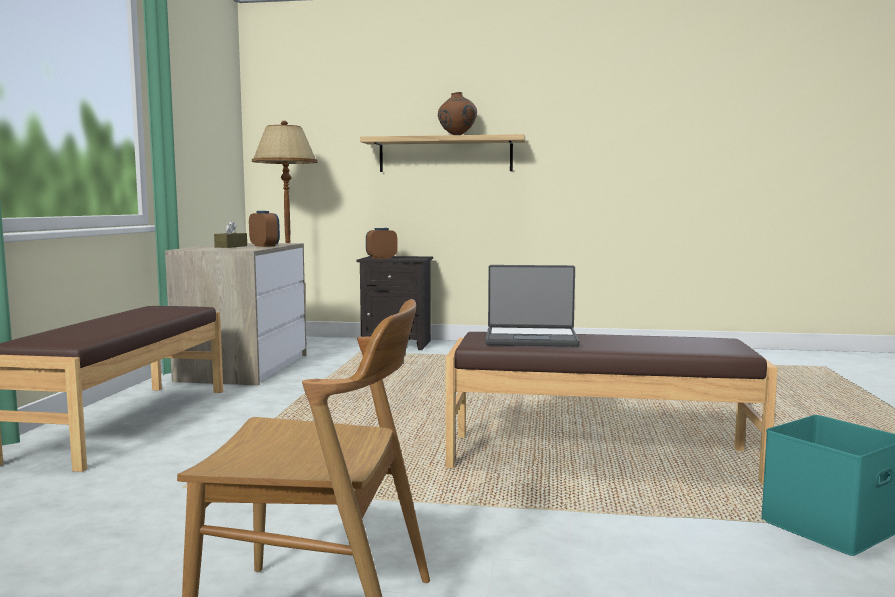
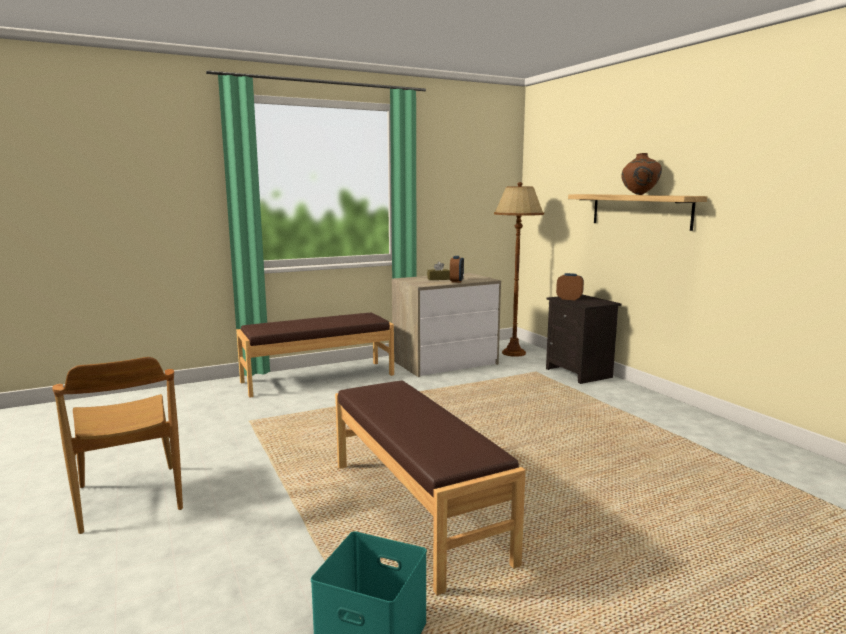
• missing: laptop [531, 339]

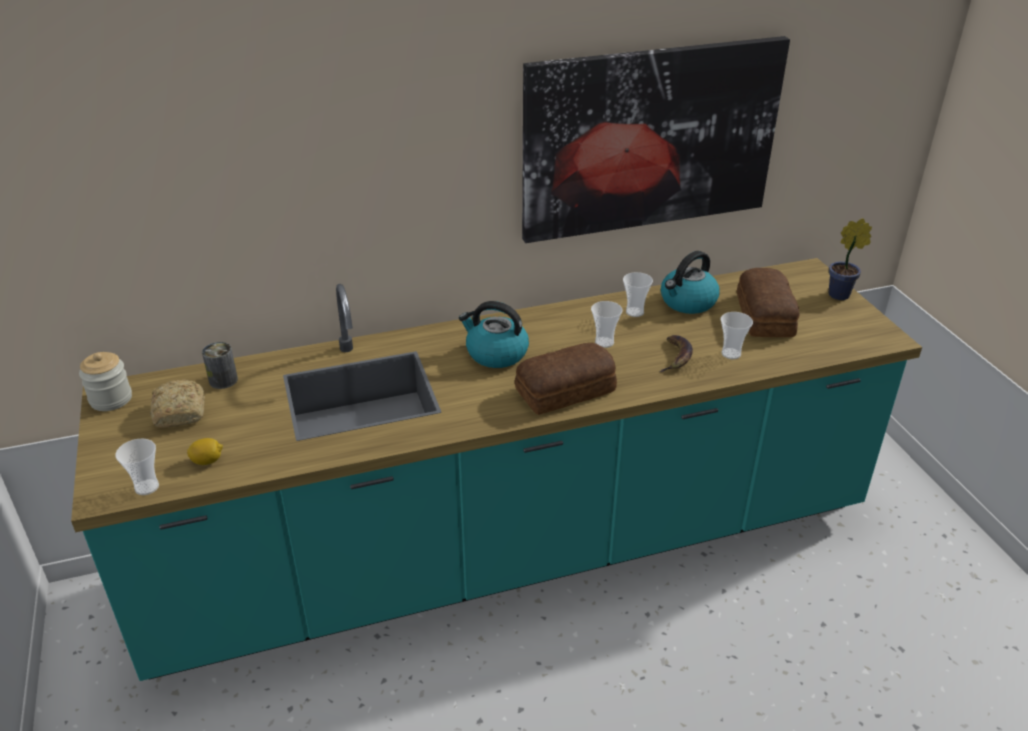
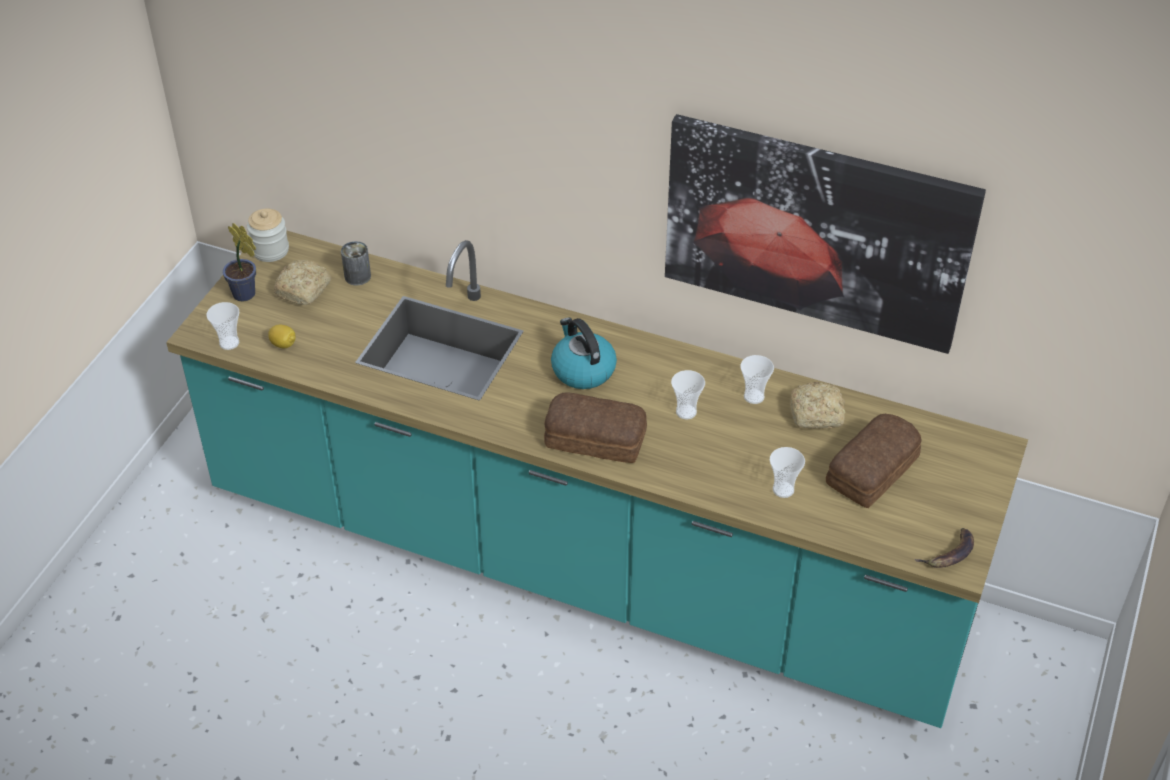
• relocated: potted plant [841, 295] to [246, 295]
• exchanged: kettle [687, 302] to bread [818, 414]
• relocated: banana [676, 357] to [949, 554]

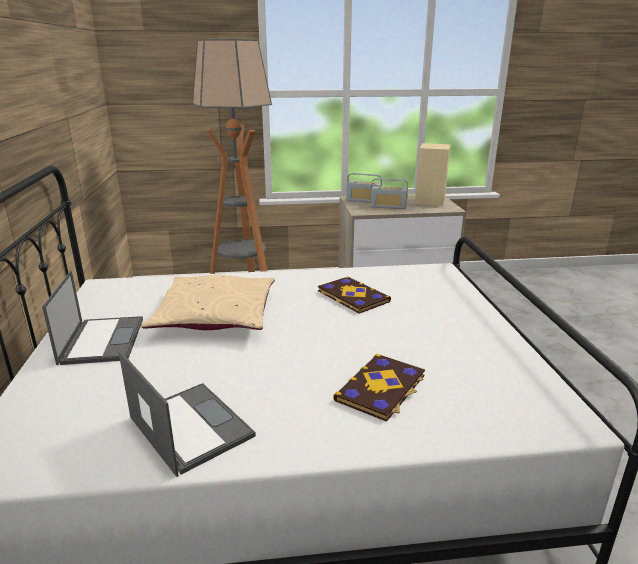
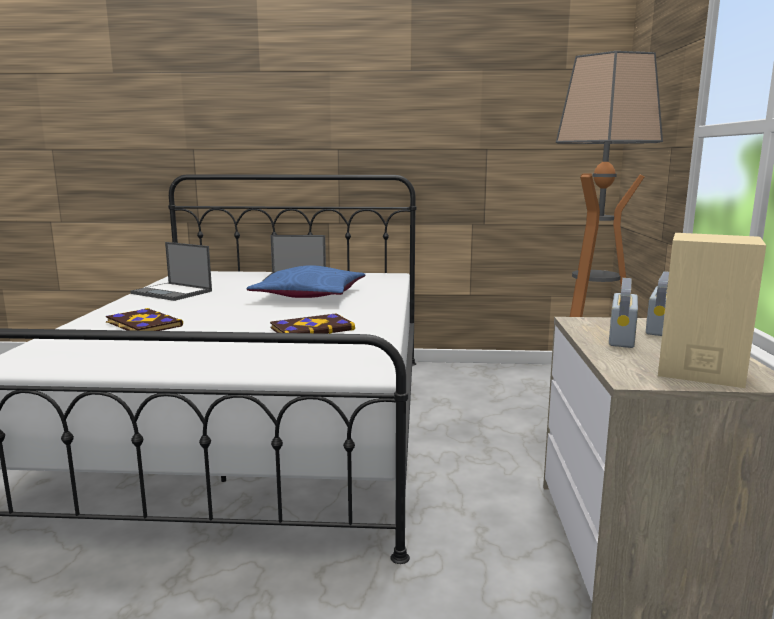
• colour: beige pillow [215, 316] to blue pillow [309, 295]
• spun: laptop [189, 426] = [173, 292] 60 degrees clockwise

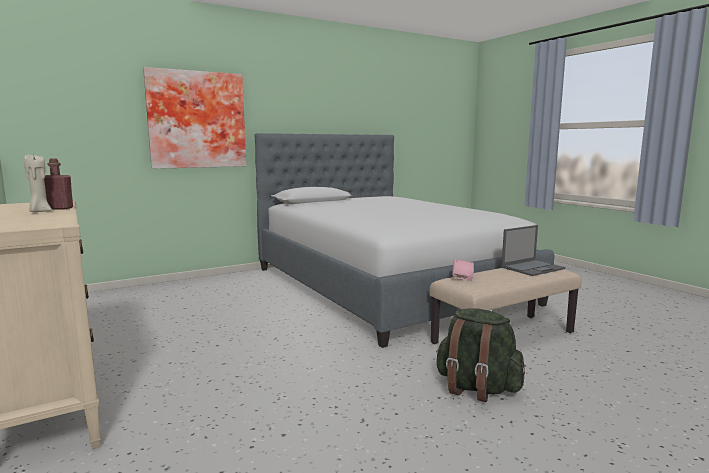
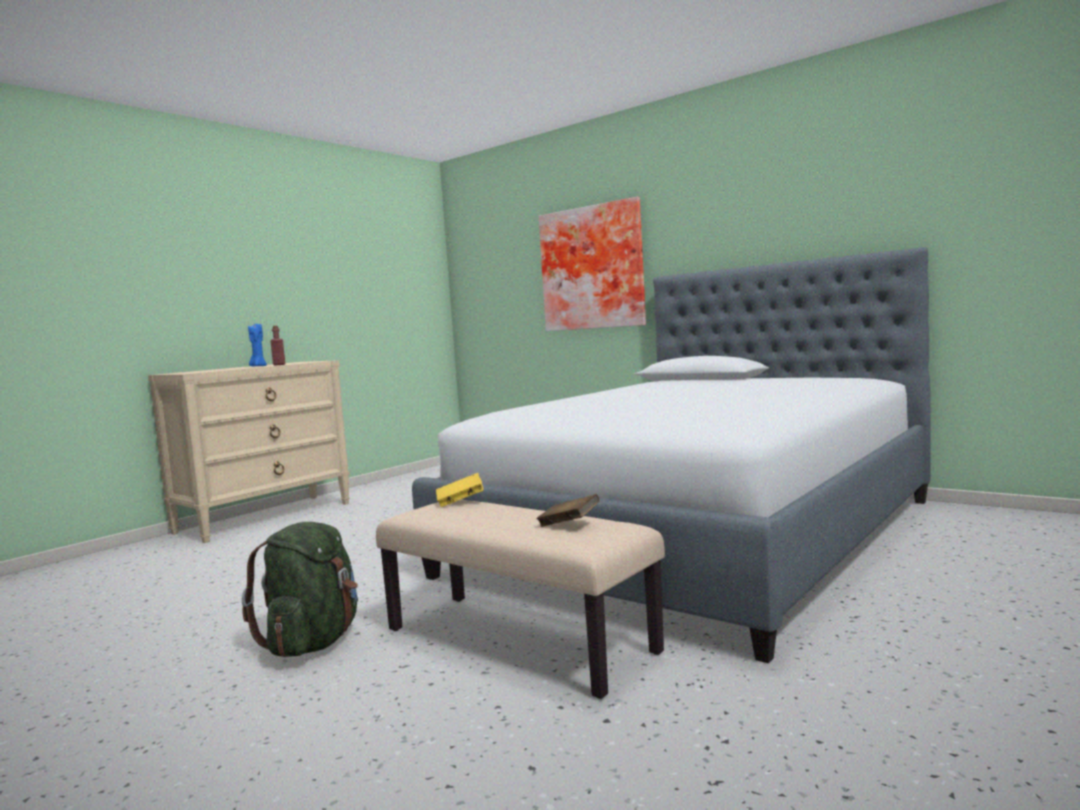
• colour: beige candle [40, 212] to blue candle [258, 366]
• exchanged: laptop [533, 268] to brown book [569, 525]
• colour: pink book [462, 277] to yellow book [460, 502]

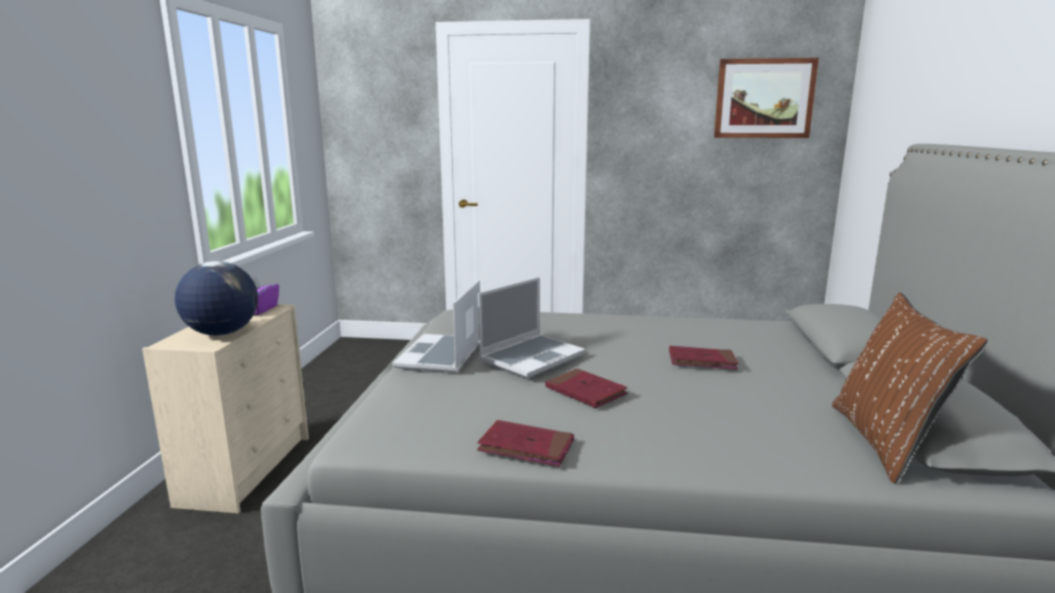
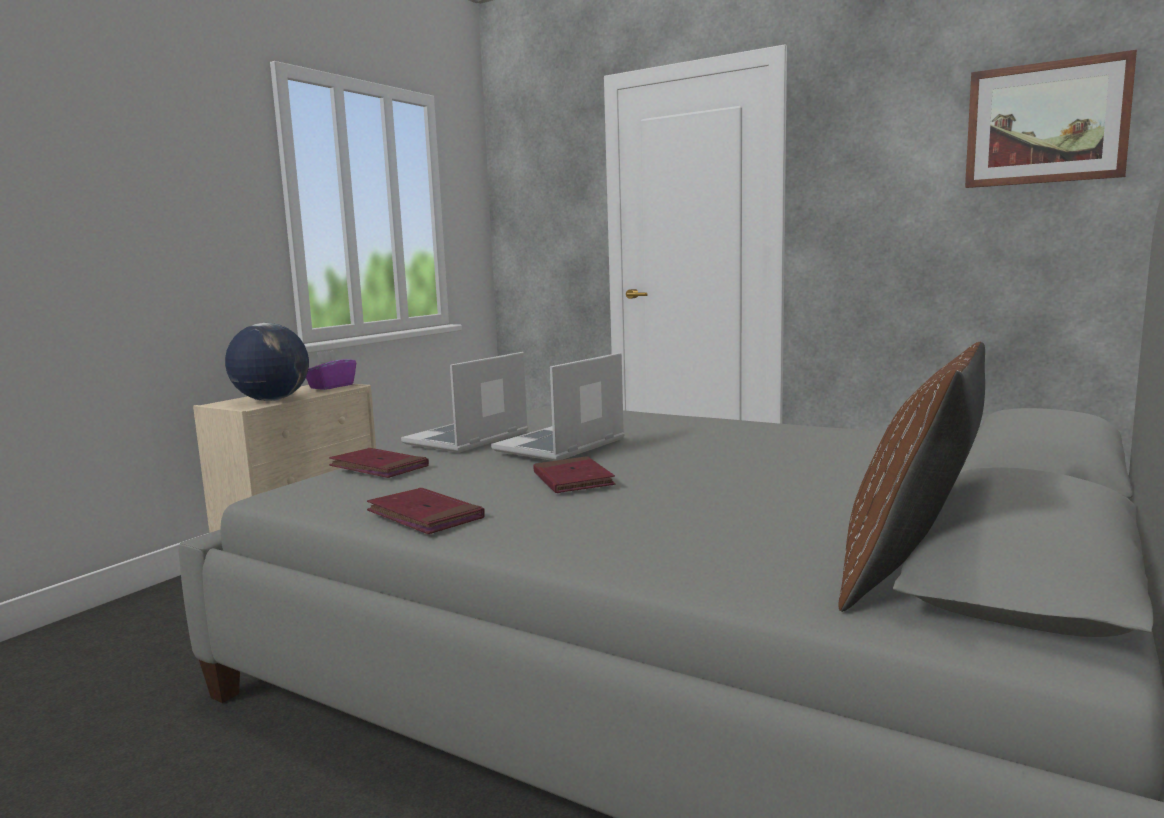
• spun: laptop [532, 357] = [560, 446] 150 degrees clockwise
• relocated: red book [702, 361] to [379, 467]

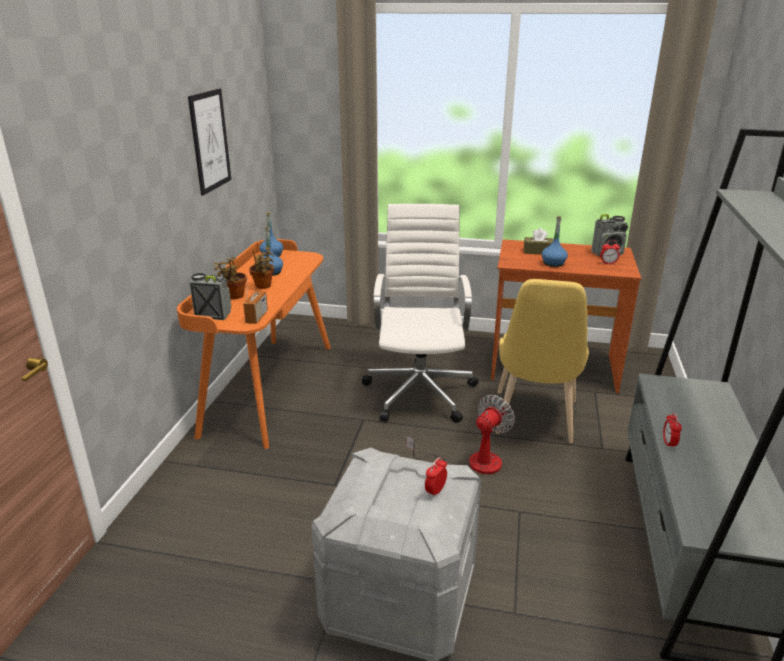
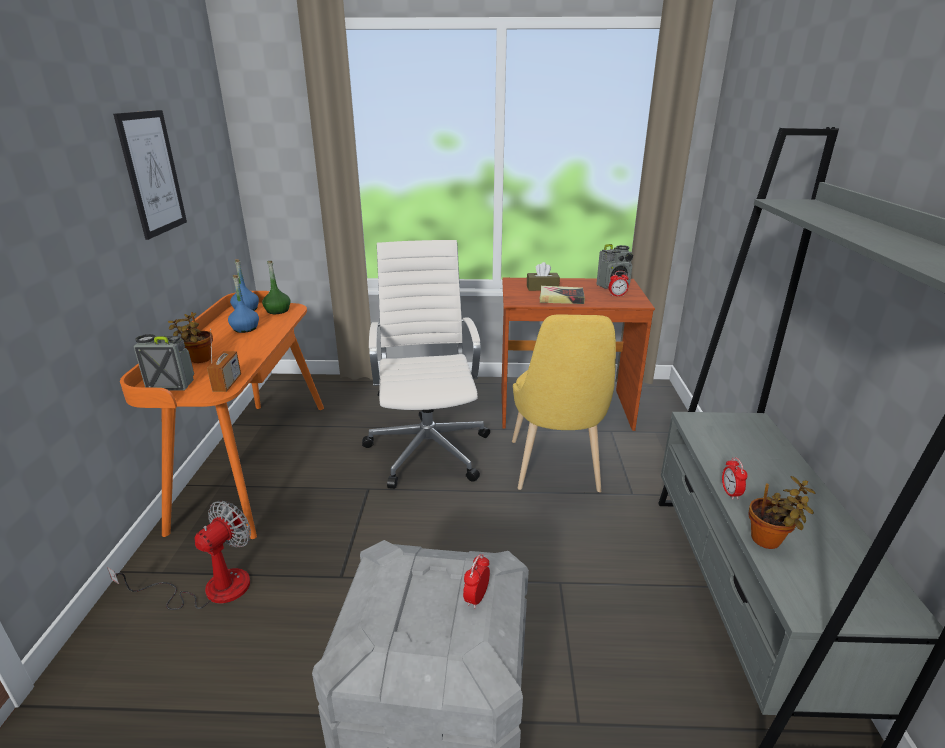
• exchanged: blue bottle [553, 263] to book [561, 298]
• relocated: potted plant [263, 286] to [769, 541]
• relocated: fan [472, 463] to [211, 588]
• appeared: green bottle [277, 311]

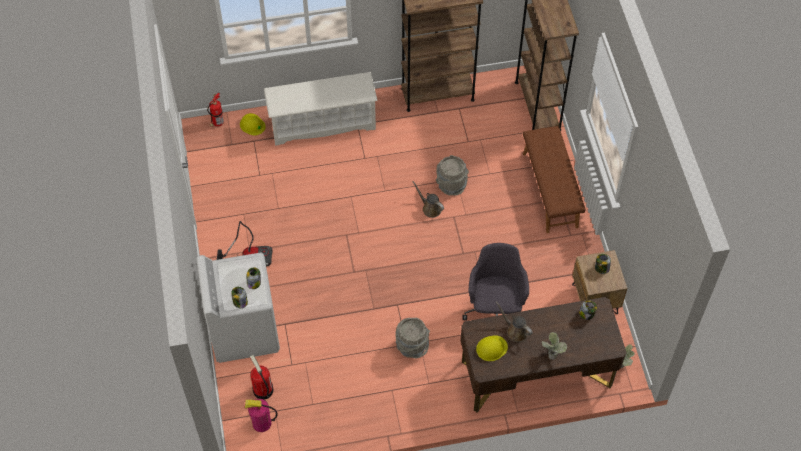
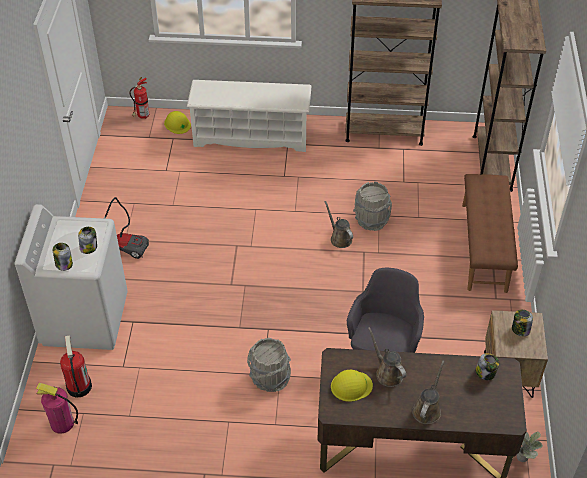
• exchanged: potted plant [552, 353] to brown watering can [427, 409]

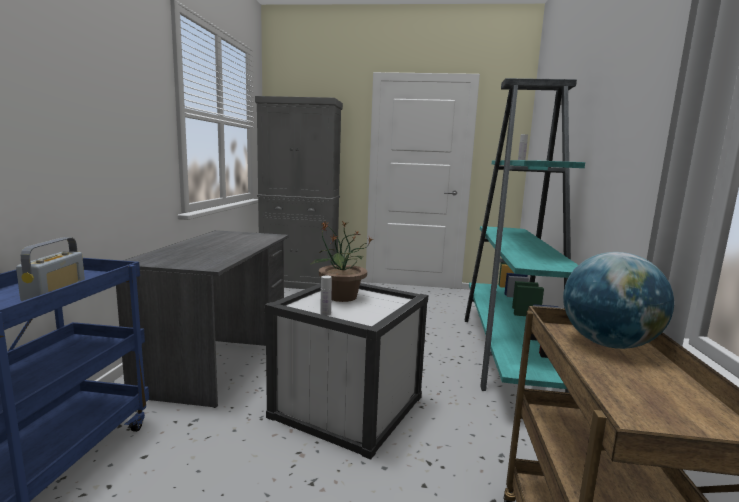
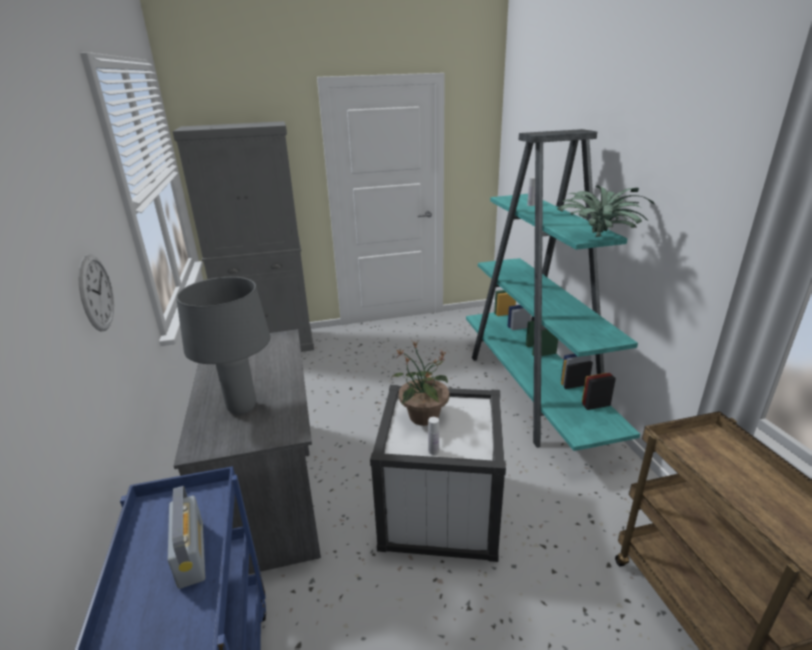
• missing: globe [608, 344]
• appeared: potted plant [600, 238]
• appeared: wall clock [96, 293]
• appeared: grey table lamp [242, 407]

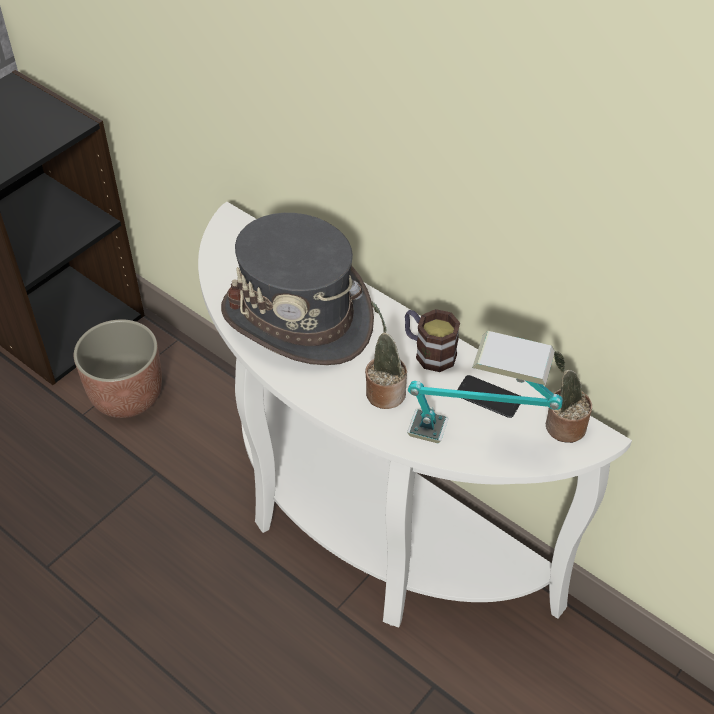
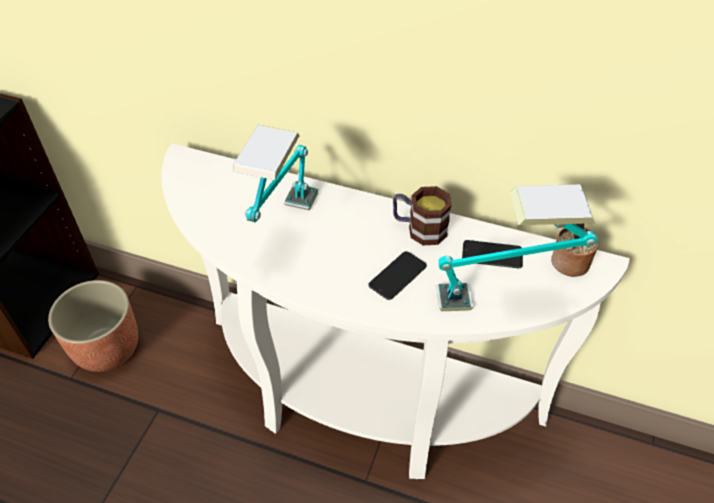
• exchanged: grey hat [298, 317] to table lamp [286, 230]
• exchanged: potted plant [384, 391] to phone [397, 276]

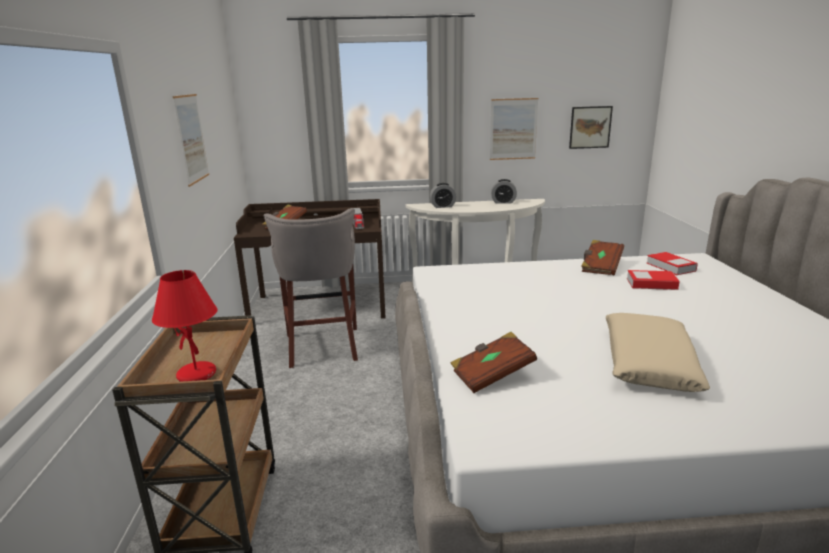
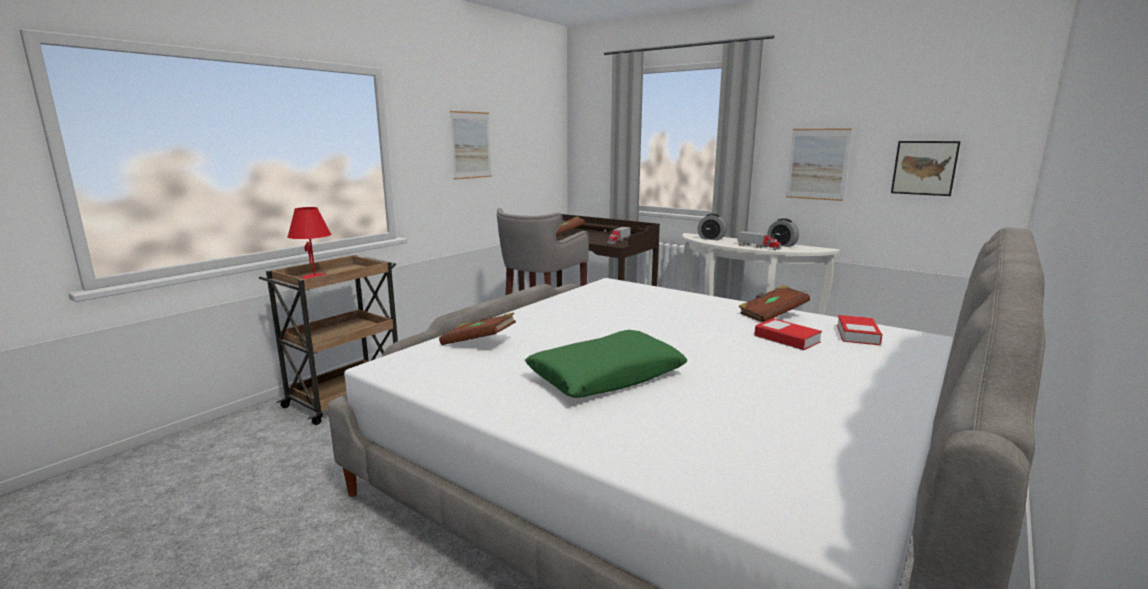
• colour: beige pillow [648, 363] to green pillow [606, 377]
• appeared: toy truck [759, 247]

